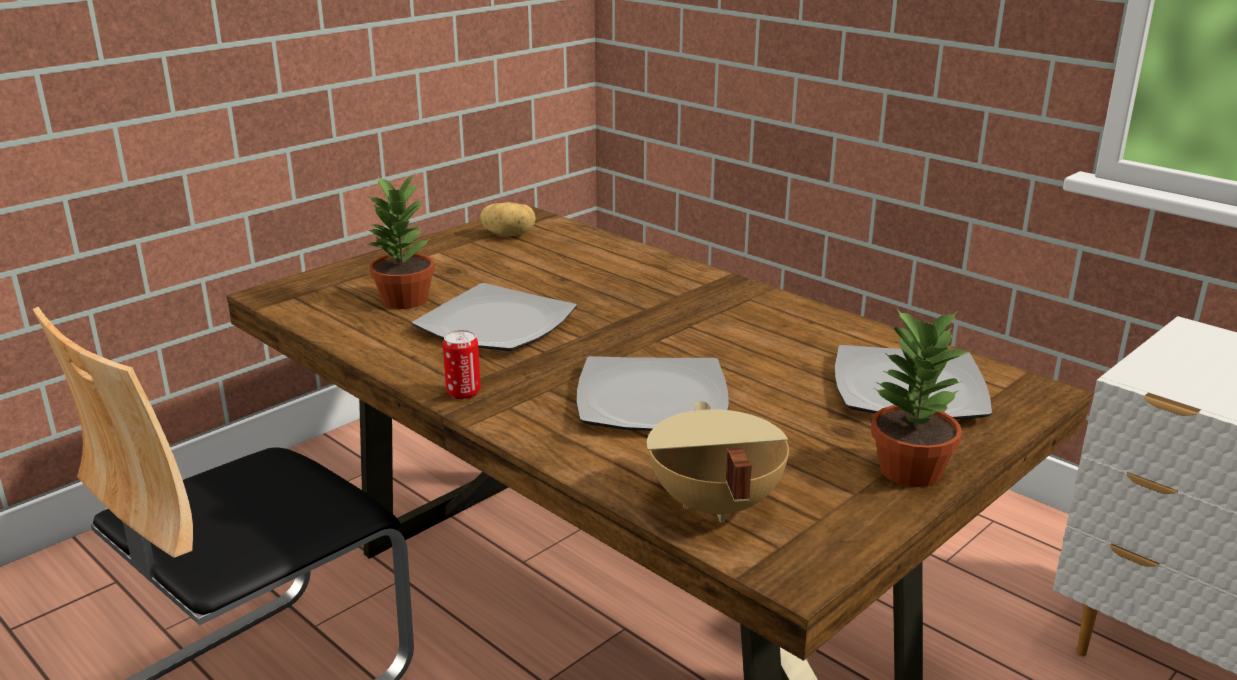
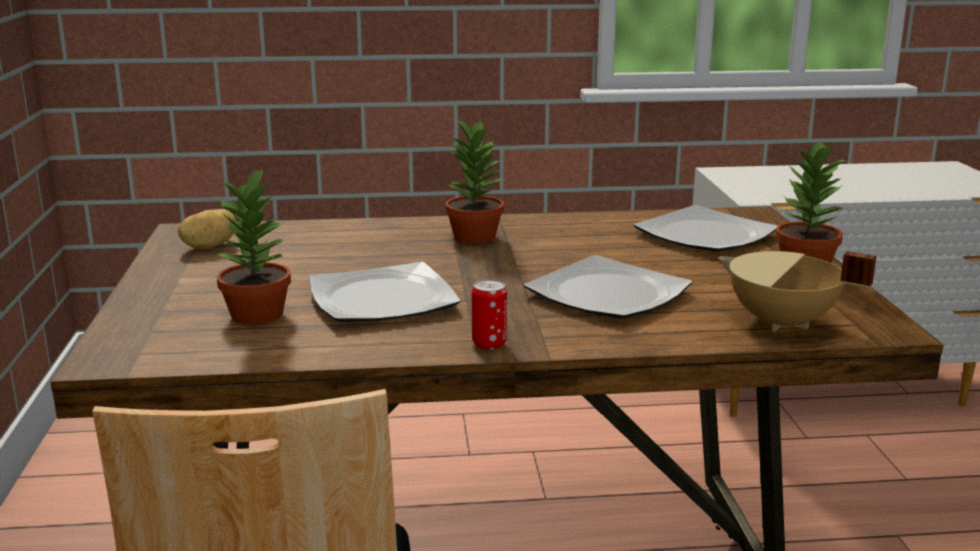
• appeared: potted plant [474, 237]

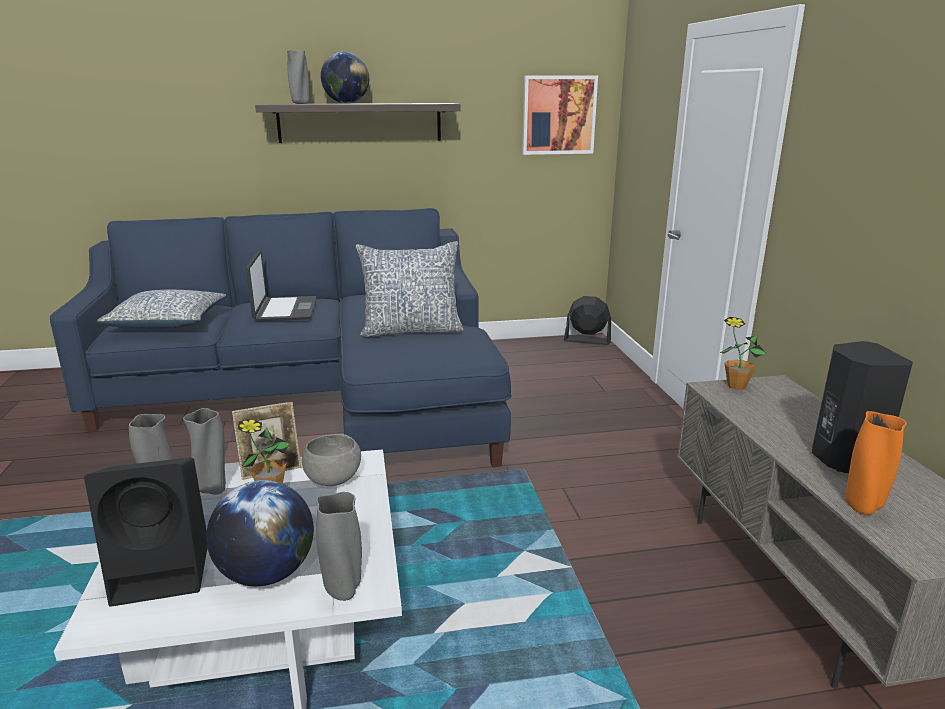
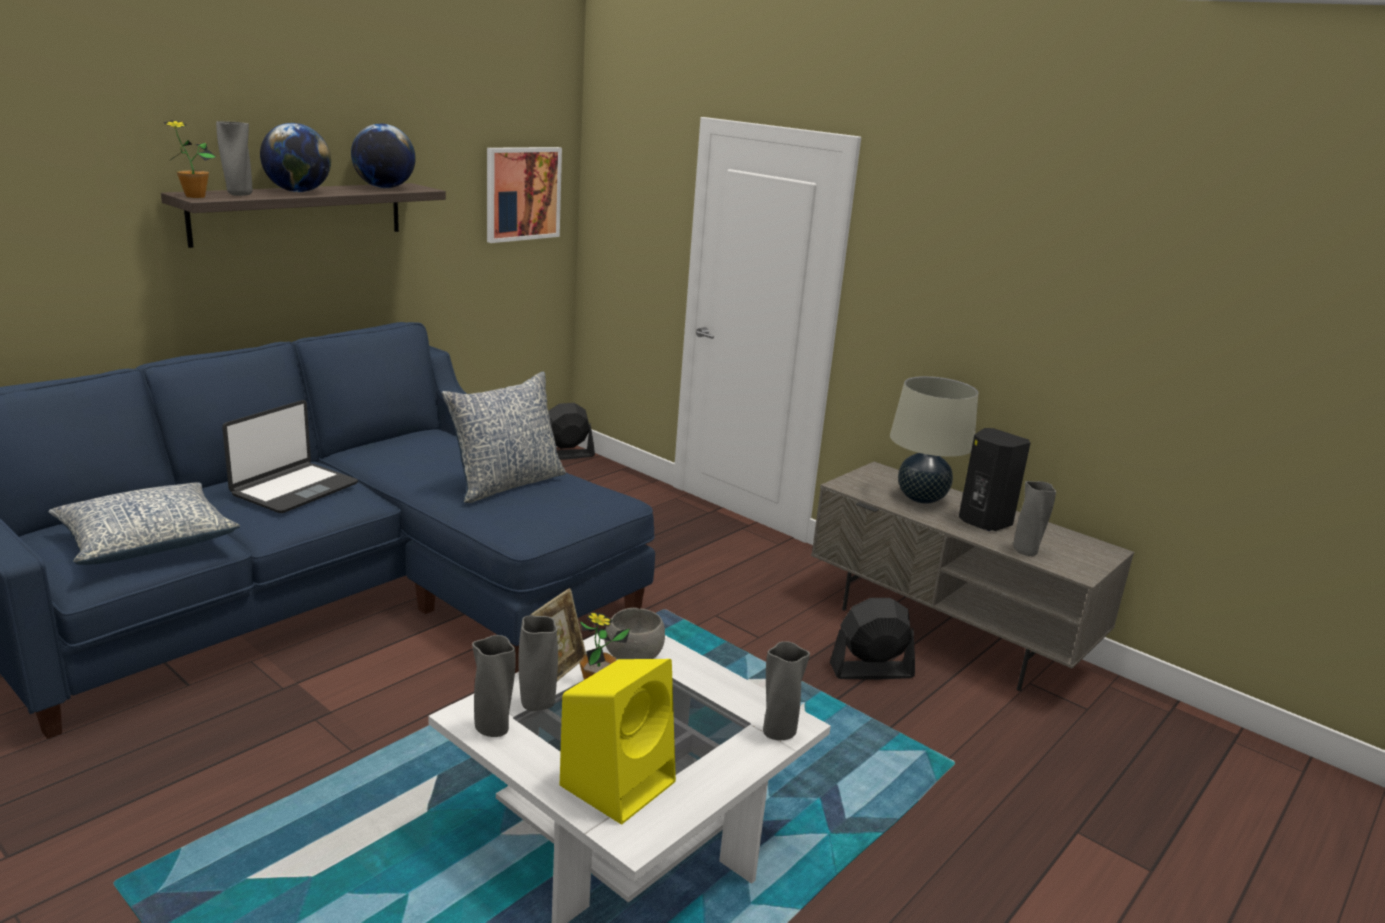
• spun: laptop [285, 310] = [294, 489] 75 degrees clockwise
• relocated: potted plant [736, 386] to [195, 196]
• colour: orange vase [863, 507] to grey vase [1026, 551]
• colour: black speaker [165, 571] to yellow speaker [619, 781]
• relocated: globe [266, 573] to [384, 188]
• appeared: beige table lamp [921, 498]
• appeared: black fan [871, 670]

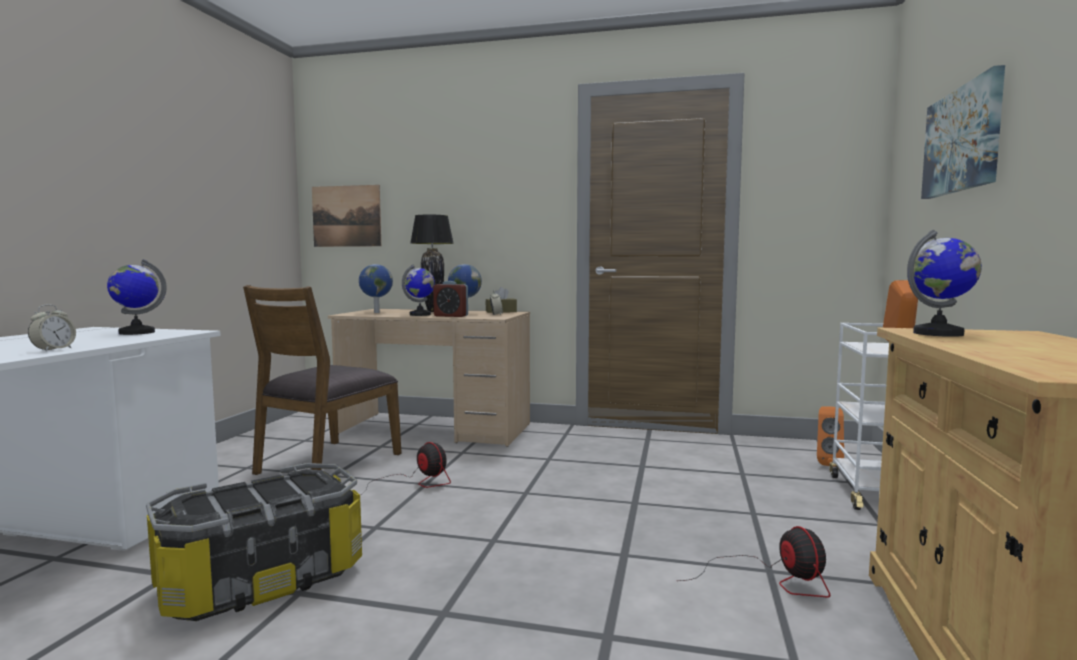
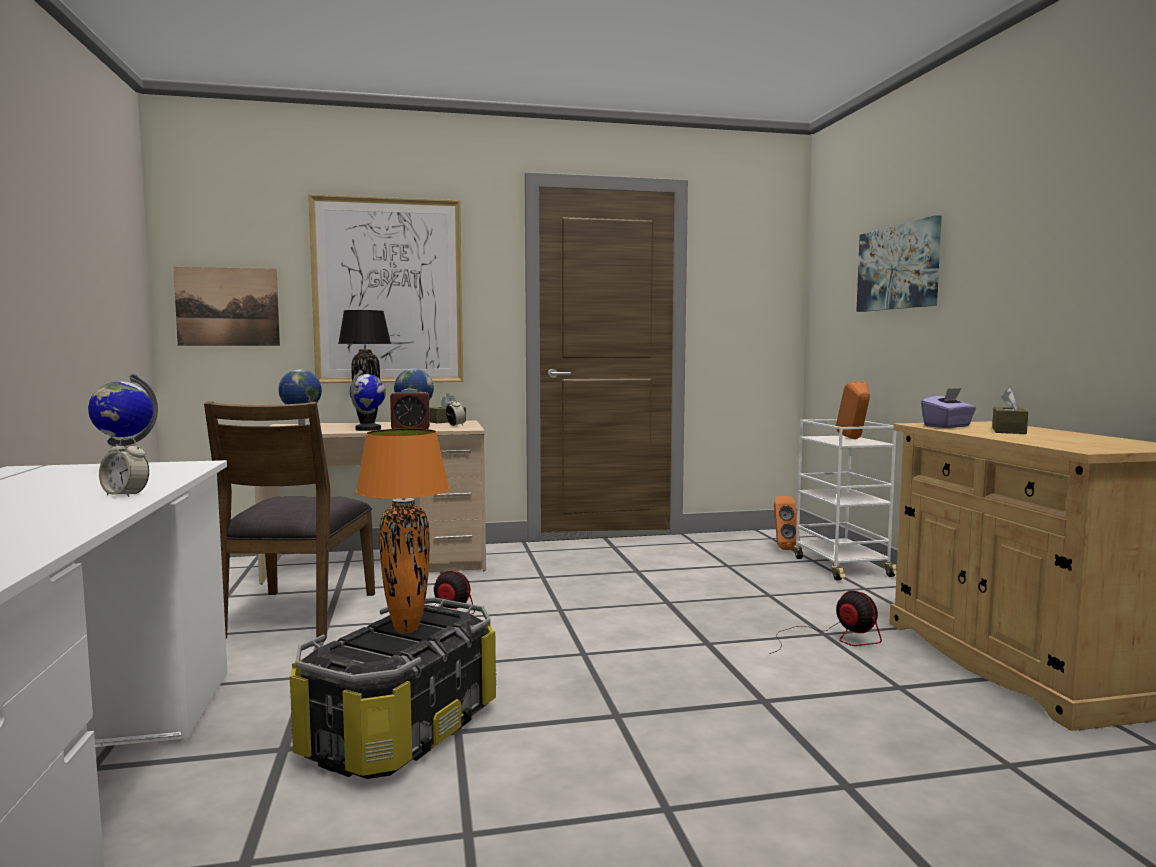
• exchanged: globe [939, 334] to purple tissue box [947, 426]
• spun: alarm clock [53, 350] = [125, 495] 120 degrees clockwise
• appeared: picture [388, 291]
• appeared: brown tissue box [1008, 431]
• appeared: orange table lamp [406, 629]

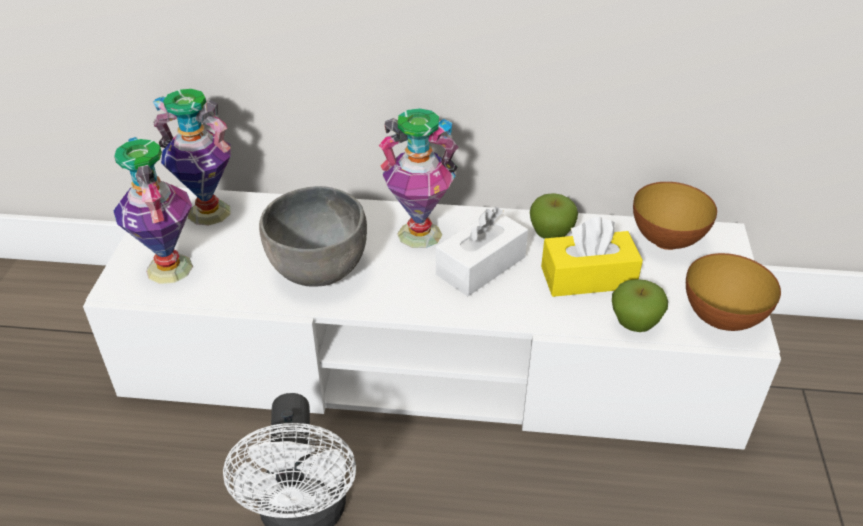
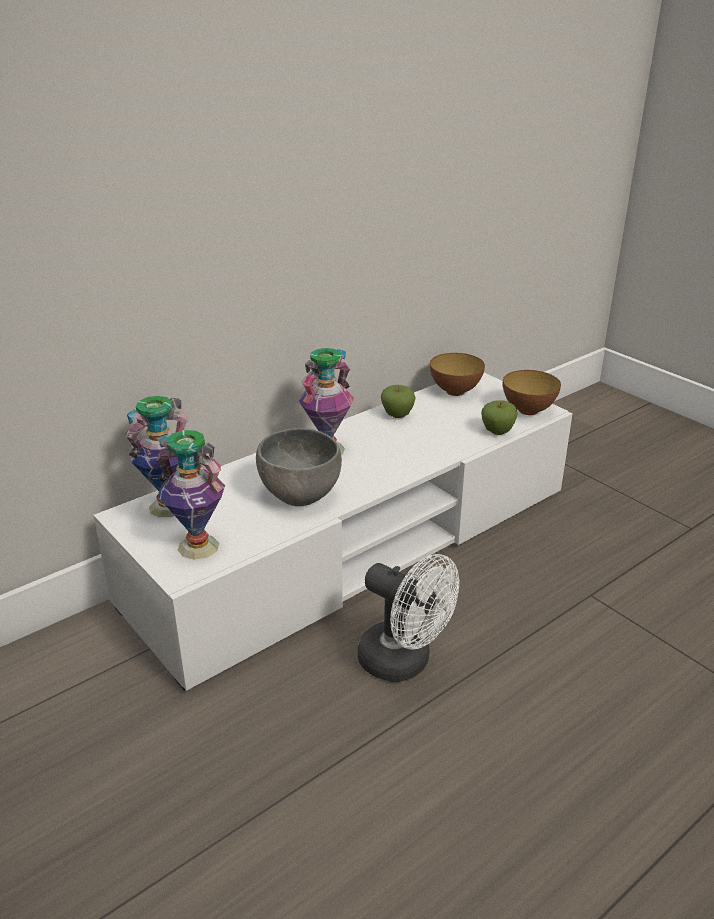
• missing: white tissue box [480, 266]
• missing: yellow tissue box [588, 277]

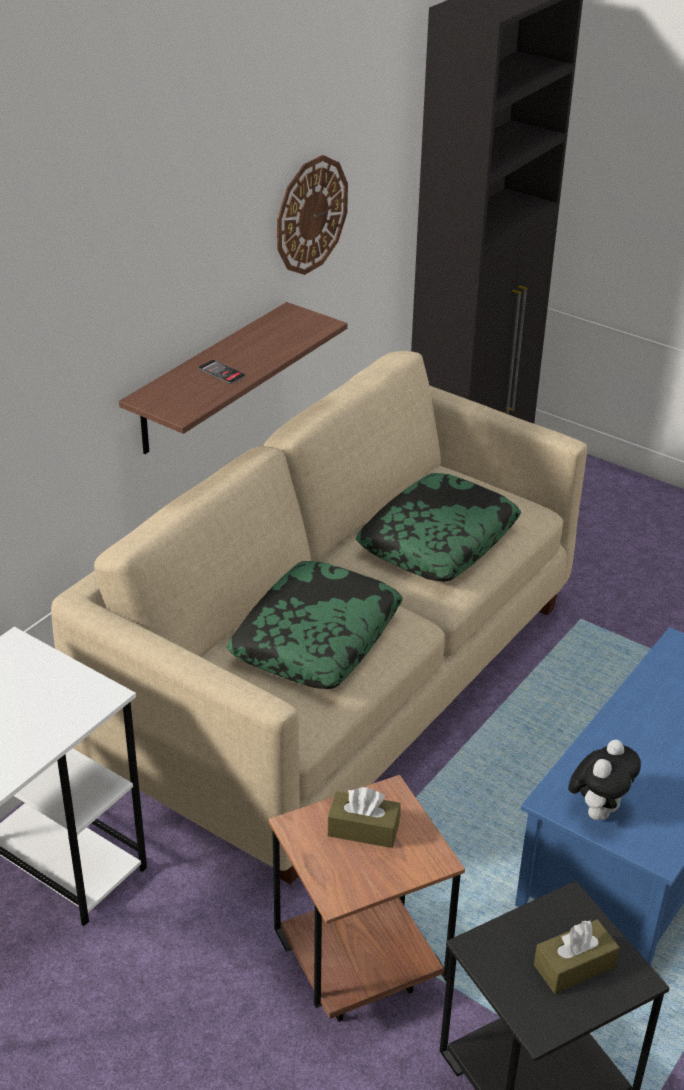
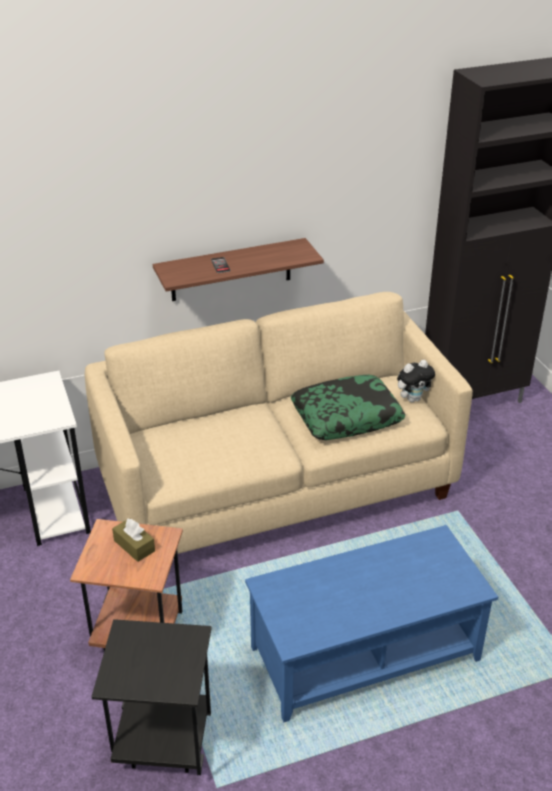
• missing: wall clock [311, 215]
• missing: pillow [316, 638]
• relocated: plush toy [598, 810] to [413, 399]
• missing: brown tissue box [574, 966]

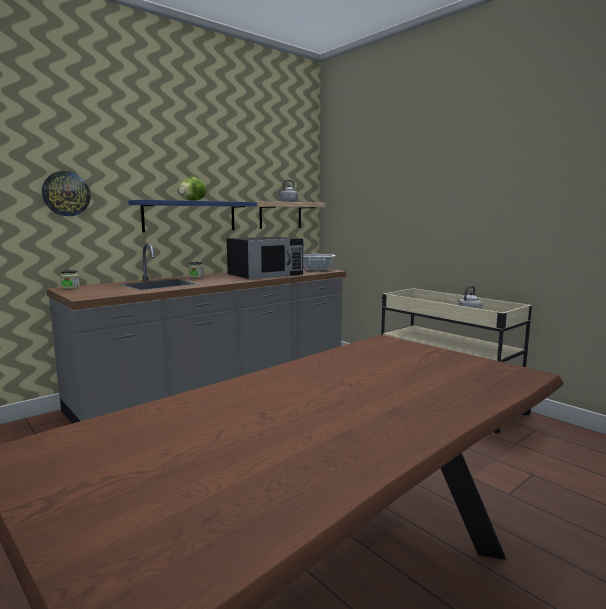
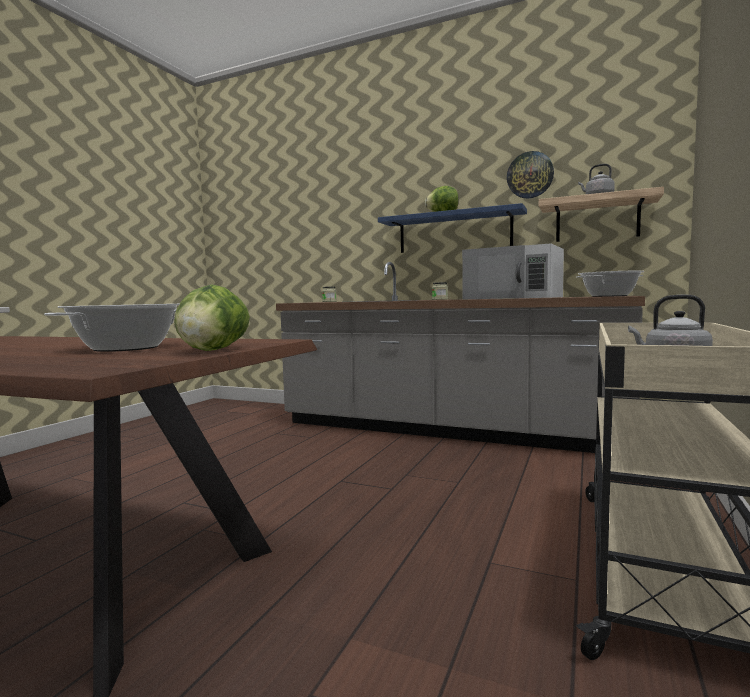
• relocated: wall clock [66, 193] to [530, 175]
• colour: black microwave [266, 274] to white microwave [514, 298]
• appeared: lettuce [212, 350]
• appeared: cooking pot [125, 348]

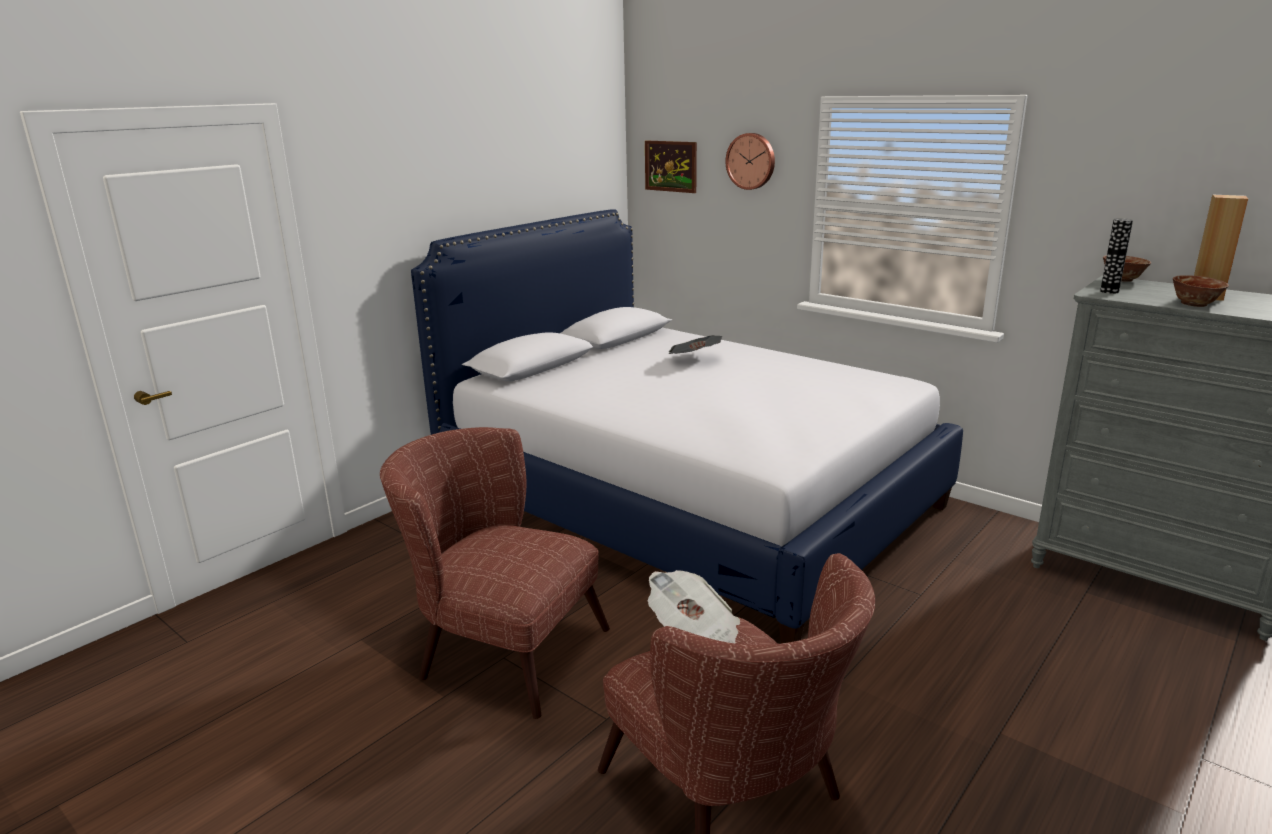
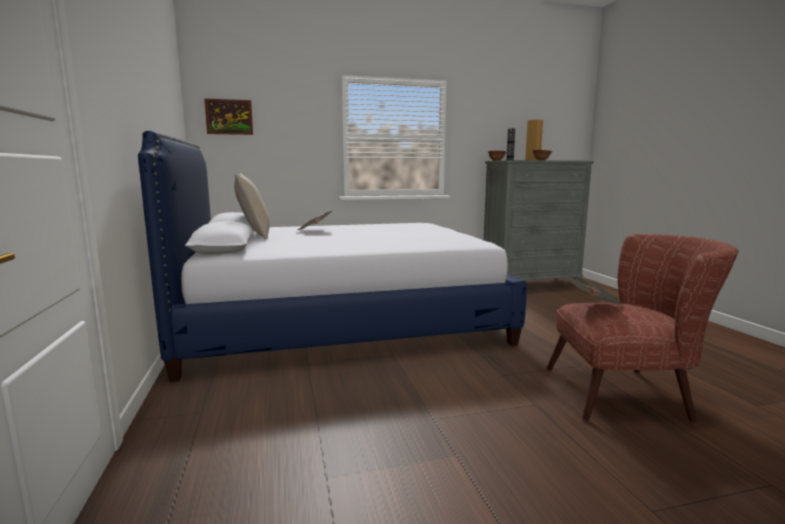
• missing: wall clock [751, 161]
• missing: brown armchair [499, 648]
• appeared: beige pillow [254, 235]

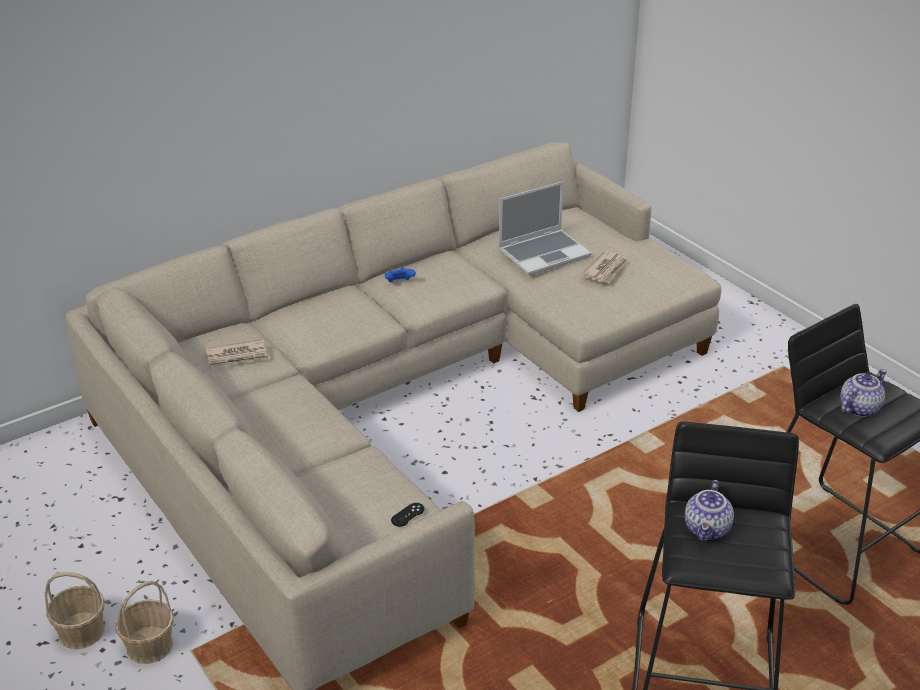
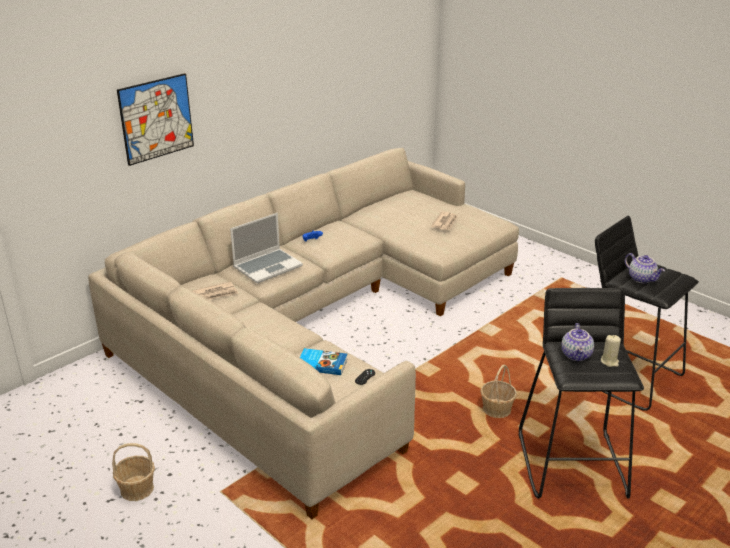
• relocated: laptop [544, 253] to [268, 266]
• spun: teapot [858, 407] = [642, 279] 105 degrees clockwise
• relocated: basket [149, 646] to [496, 410]
• appeared: picture [156, 119]
• appeared: beige candle [609, 361]
• appeared: book [322, 364]

